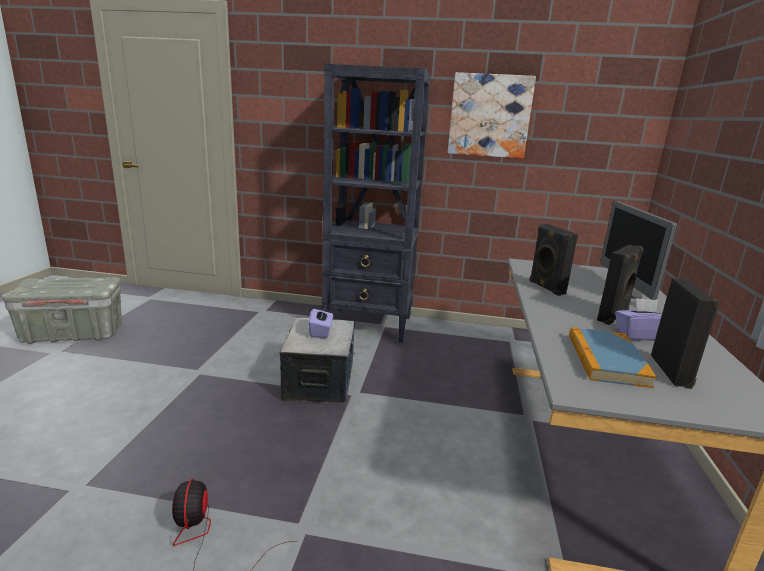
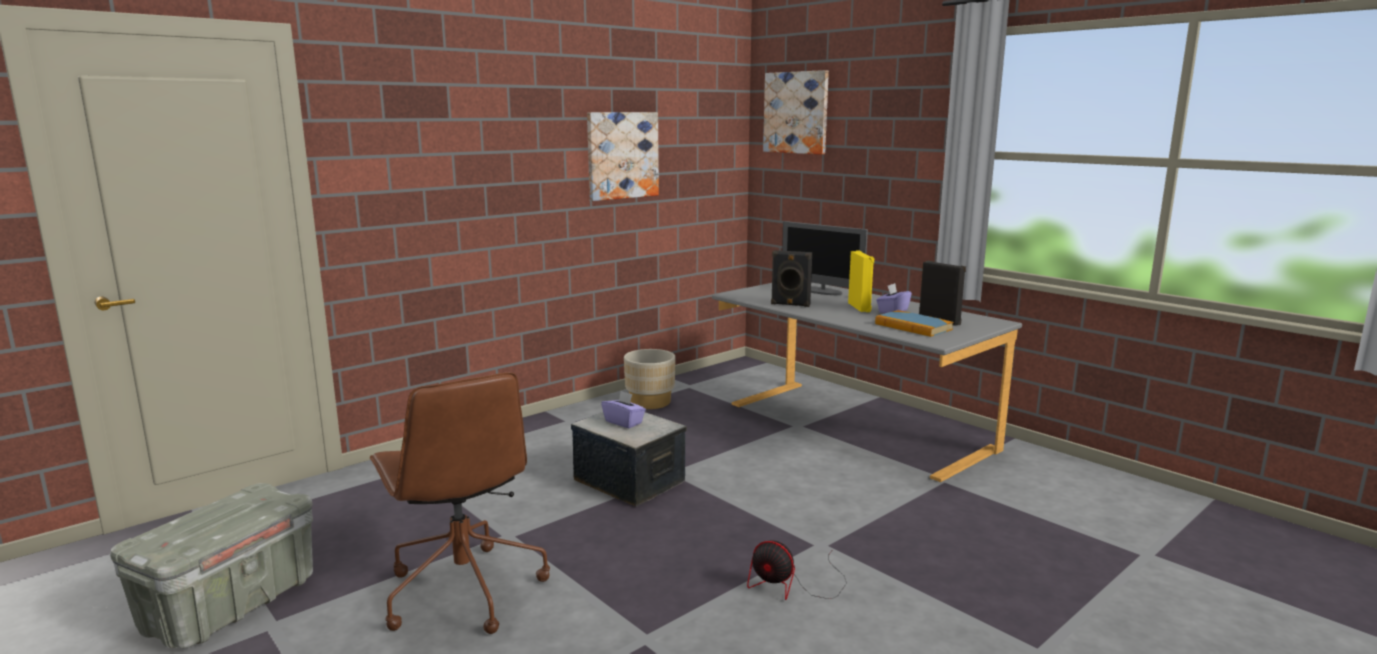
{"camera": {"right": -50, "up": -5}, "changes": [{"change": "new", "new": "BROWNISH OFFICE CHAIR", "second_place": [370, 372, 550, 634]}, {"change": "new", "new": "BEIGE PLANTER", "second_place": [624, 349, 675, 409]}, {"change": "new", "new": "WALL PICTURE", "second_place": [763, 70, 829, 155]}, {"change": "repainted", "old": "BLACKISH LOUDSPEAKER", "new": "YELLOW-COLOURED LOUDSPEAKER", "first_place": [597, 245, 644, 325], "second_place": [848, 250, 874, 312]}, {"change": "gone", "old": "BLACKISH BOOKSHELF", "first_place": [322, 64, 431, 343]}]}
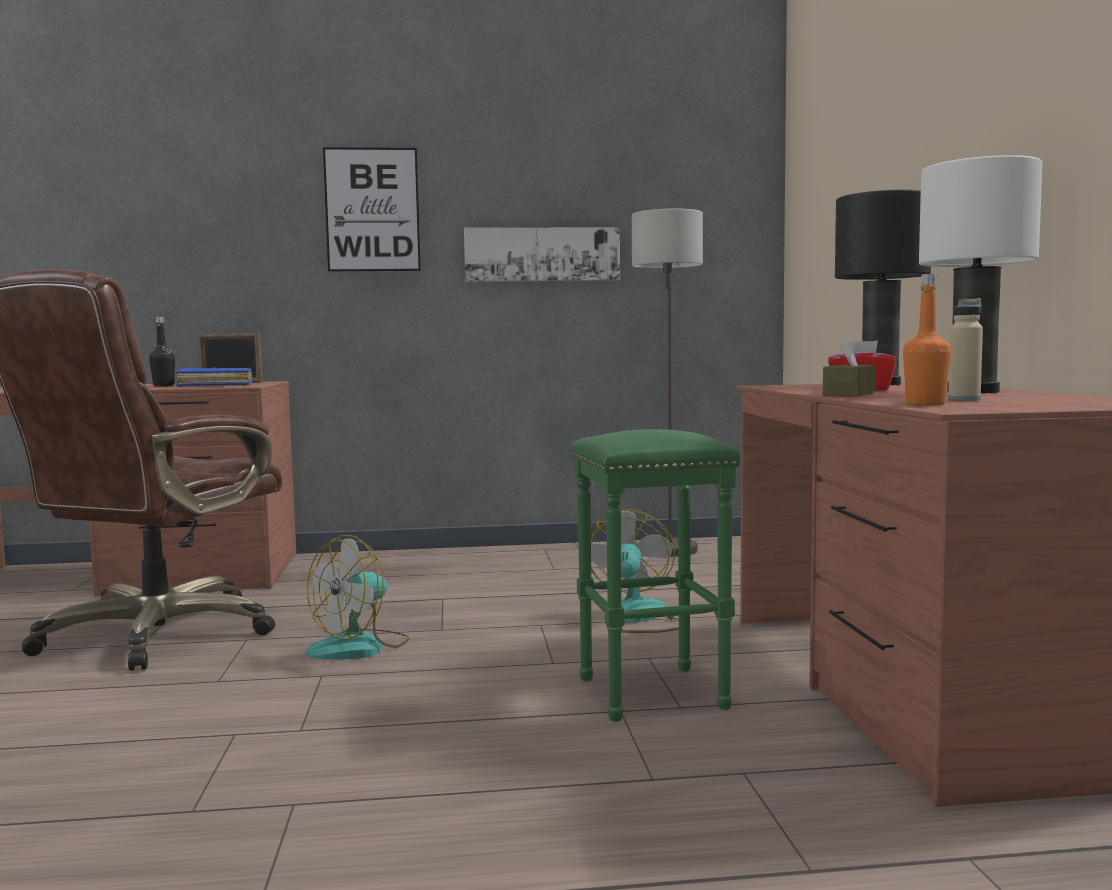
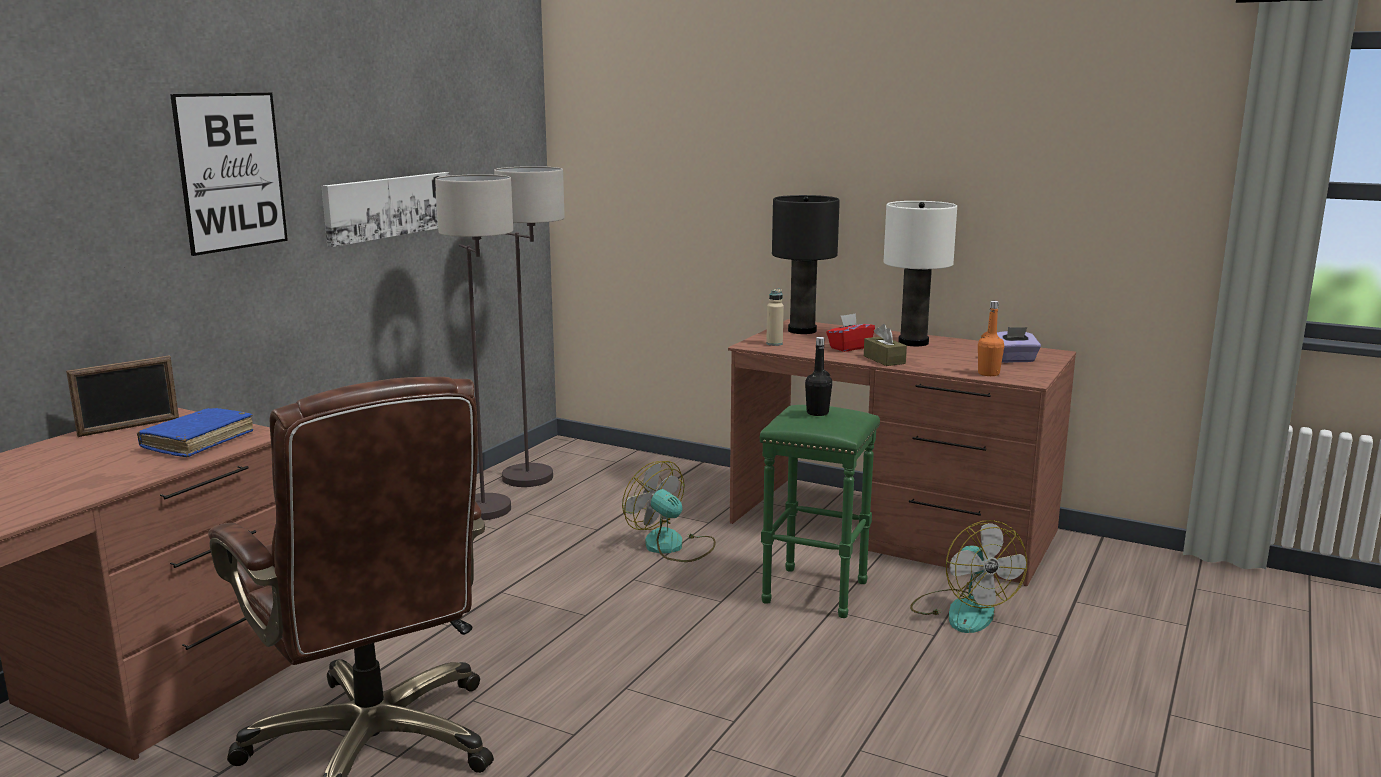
{"camera": {"right": -55, "up": 10}, "changes": [{"change": "new", "new": "GREYISH STANDARD LAMP", "second_place": [435, 174, 513, 520]}, {"change": "shifted", "old": "BEIGE DRINK BOTTLE", "first_place": [948, 298, 983, 401], "second_place": [766, 289, 784, 346]}, {"change": "shifted", "old": "BLACKISH DRINK BOTTLE", "first_place": [149, 317, 175, 387], "second_place": [805, 337, 832, 416]}, {"change": "shifted", "old": "COOLING FAN", "first_place": [306, 535, 410, 659], "second_place": [910, 520, 1027, 633]}, {"change": "new", "new": "PURPLE TISSUE HOLDER", "second_place": [997, 327, 1041, 363]}]}
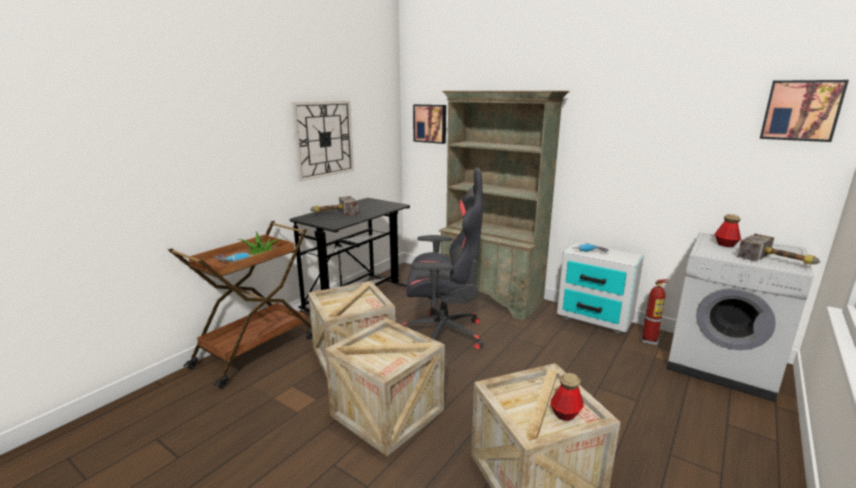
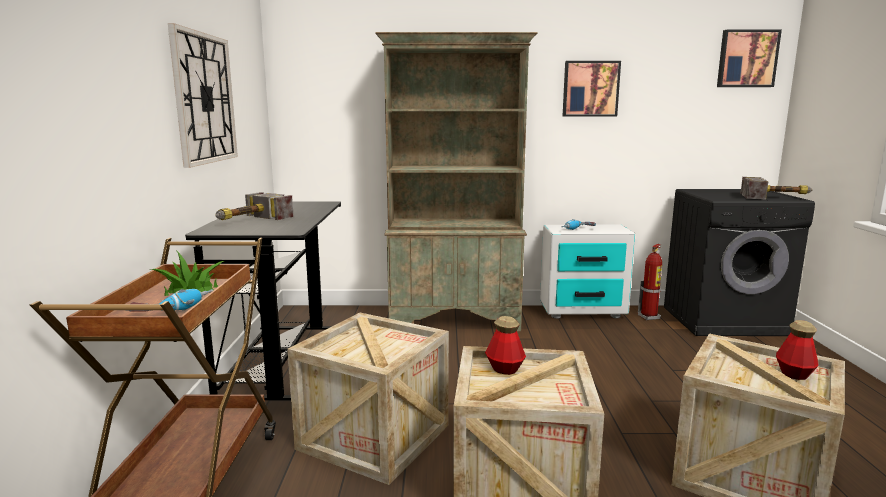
{"camera": {"right": -35, "up": -5}, "changes": [{"change": "shifted", "old": "DRINK BOTTLE", "first_place": [715, 214, 741, 247], "second_place": [485, 316, 526, 375]}, {"change": "shifted", "old": "WALL PICTURE", "first_place": [413, 104, 446, 144], "second_place": [563, 61, 621, 117]}, {"change": "repainted", "old": "WHITE-COLOURED LAUNDRY APPLIANCE", "new": "BLACKISH LAUNDRY APPLIANCE", "first_place": [667, 232, 814, 402], "second_place": [664, 189, 815, 336]}, {"change": "gone", "old": "BLACKISH OFFICE CHAIR", "first_place": [401, 167, 483, 349]}]}
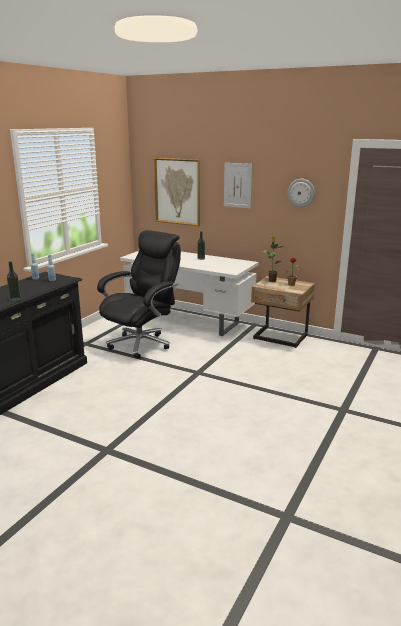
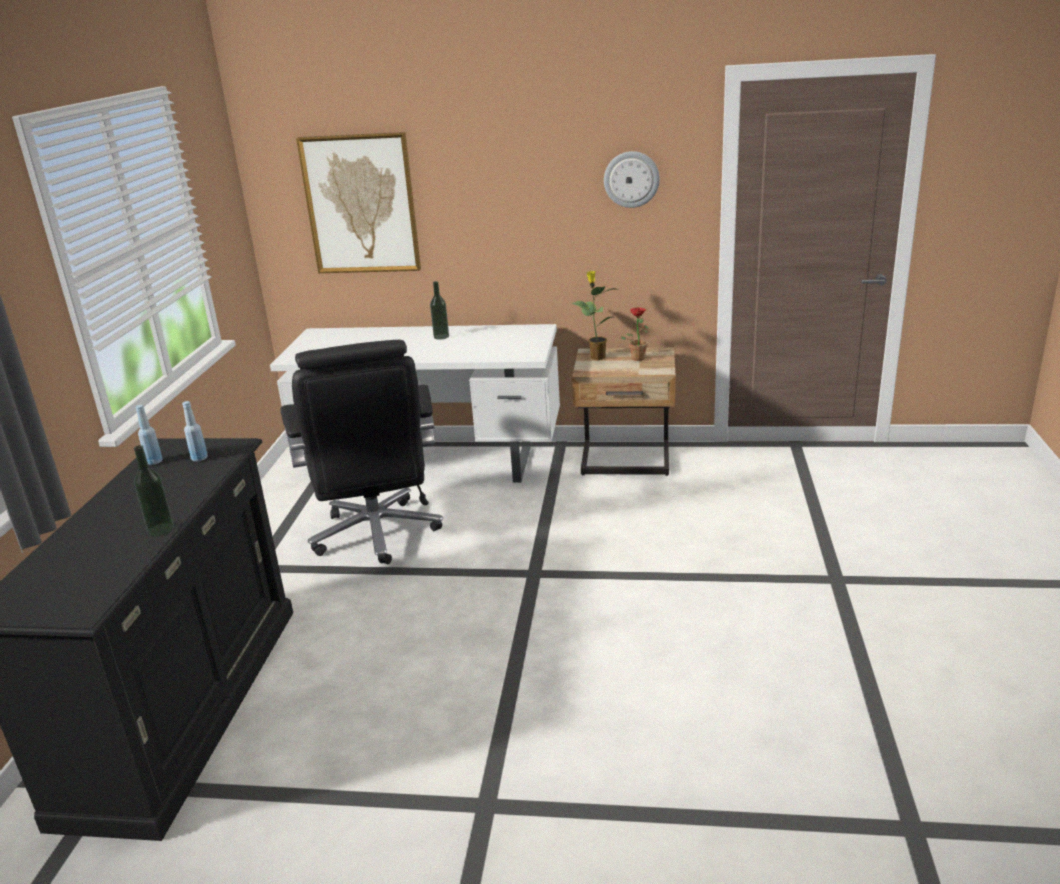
{"camera": {"right": -20, "up": 5}, "changes": [{"change": "rotated", "old": "BLACKISH OFFICE CHAIR", "first_place": [97, 230, 181, 359], "second_place": [280, 340, 443, 564], "degrees": 150}, {"change": "gone", "old": "WALL PICTURE", "first_place": [224, 163, 252, 208]}]}
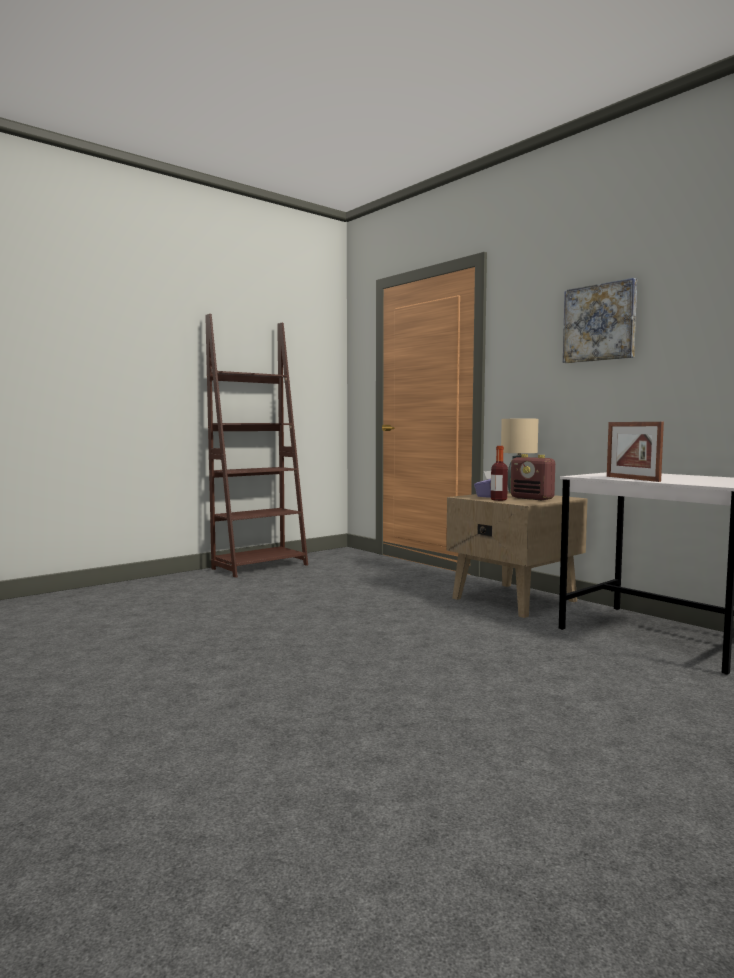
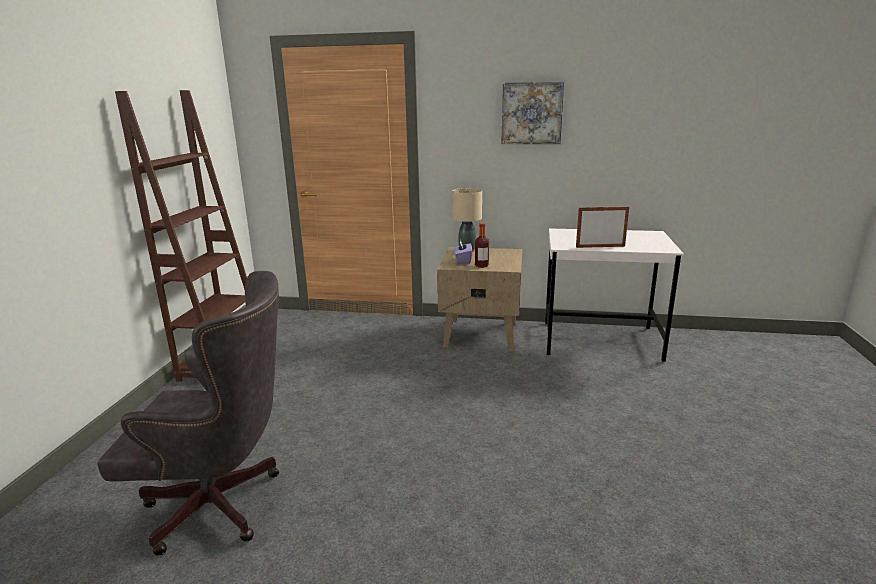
{"camera": {"right": -40, "up": 15}, "changes": [{"change": "new", "new": "GREYISH OFFICE CHAIR", "second_place": [97, 271, 279, 555]}, {"change": "rotated", "old": "STANDING FRAME", "first_place": [607, 422, 664, 482], "second_place": [576, 206, 629, 248], "degrees": 150}, {"change": "gone", "old": "RADIO SET", "first_place": [511, 454, 555, 500]}]}
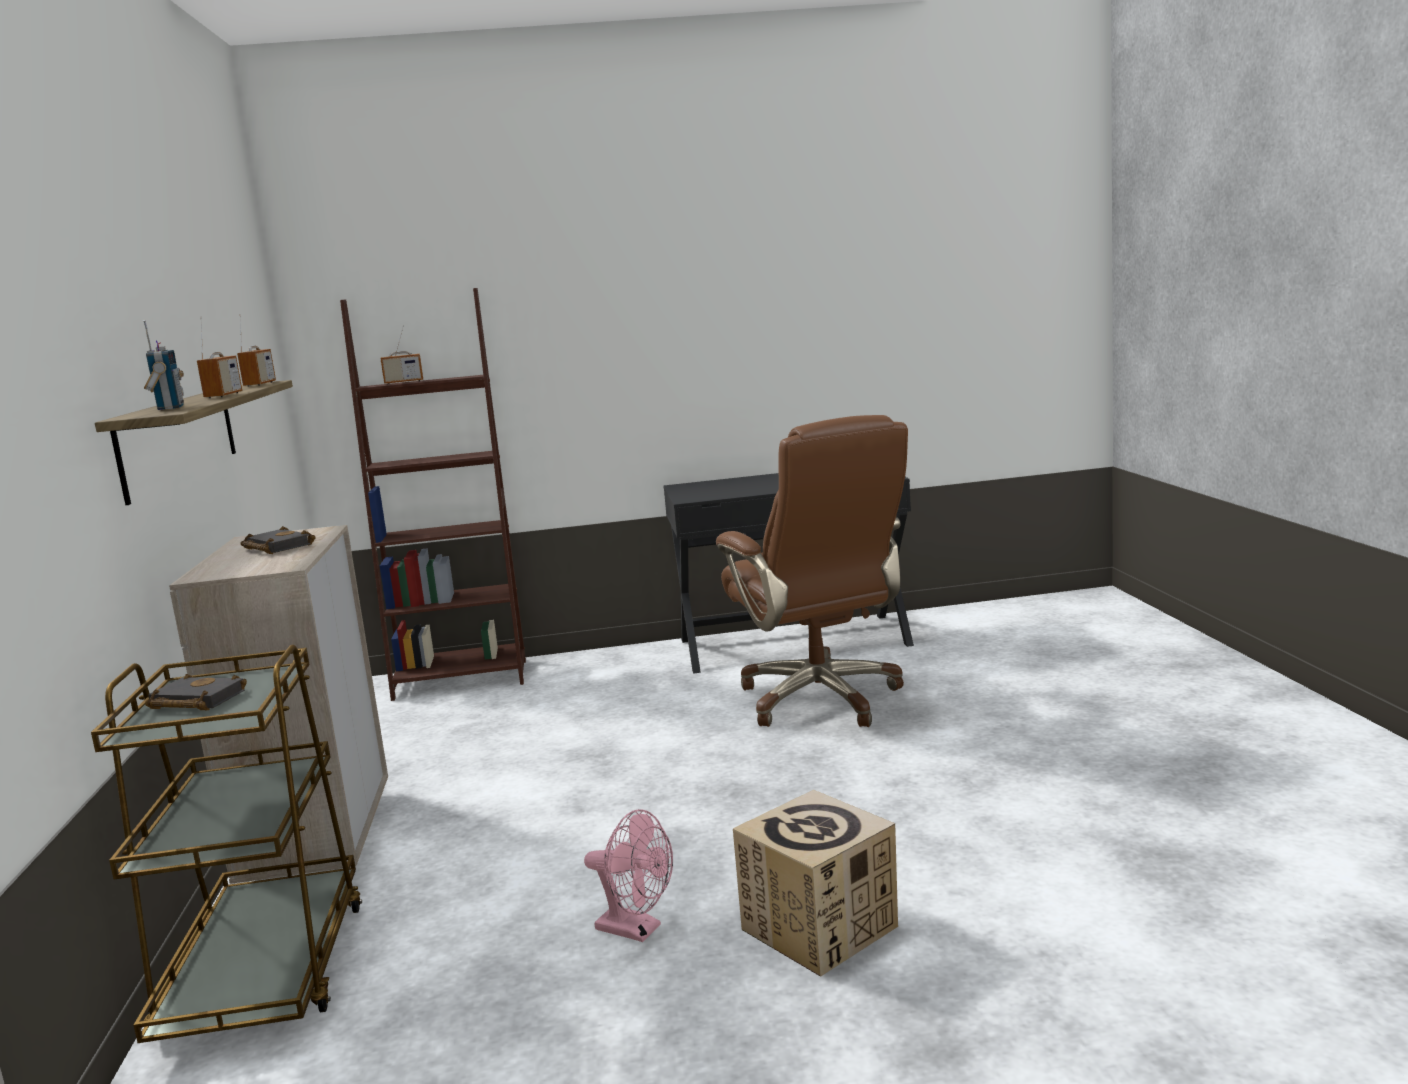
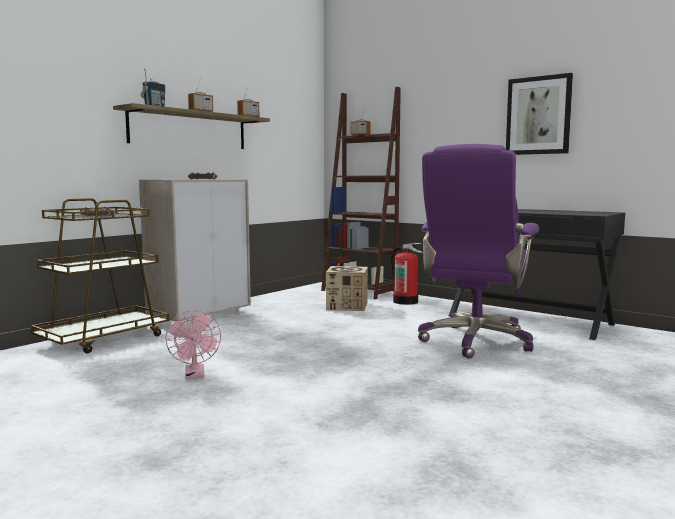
{"camera": {"right": 45, "up": -5}, "changes": [{"change": "shifted", "old": "CARDBOARD BOX", "first_place": [733, 790, 898, 977], "second_place": [326, 266, 368, 311]}, {"change": "new", "new": "FIRE EXTINGUISHER", "second_place": [391, 243, 423, 305]}, {"change": "repainted", "old": "BROWNISH OFFICE CHAIR", "new": "PURPLE OFFICE CHAIR", "first_place": [716, 415, 908, 727], "second_place": [418, 144, 539, 359]}, {"change": "new", "new": "WALL PICTURE", "second_place": [506, 73, 573, 155]}]}
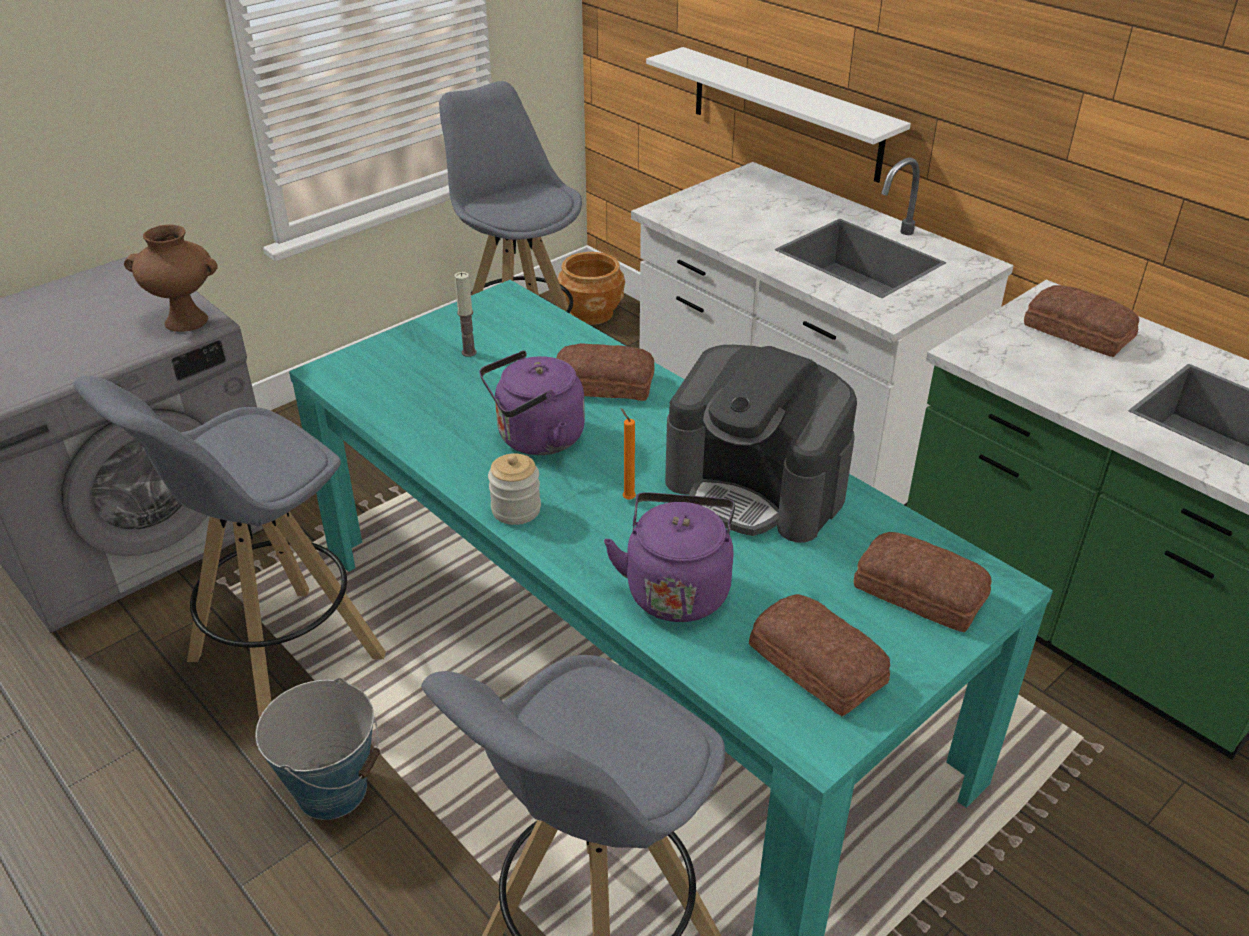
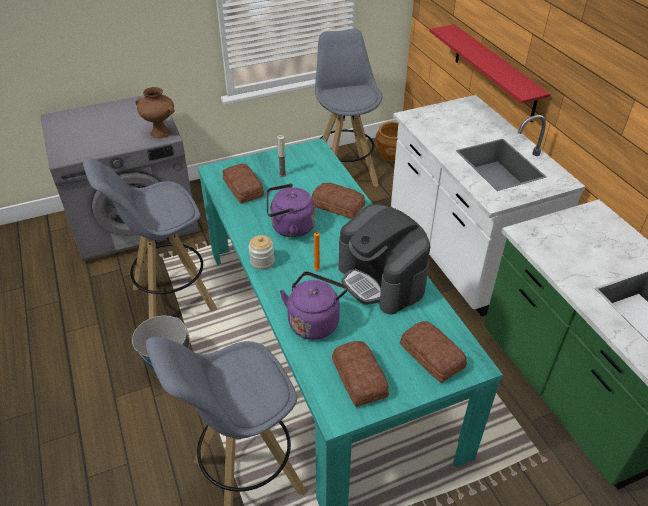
{"camera": {"right": 20, "up": 5}, "changes": [{"change": "shifted", "old": "BAKED BREAD", "first_place": [1024, 285, 1139, 357], "second_place": [222, 164, 264, 204]}, {"change": "repainted", "old": "WHITE-COLOURED BRACKET SHELF", "new": "RED-COLOURED BRACKET SHELF", "first_place": [646, 47, 911, 183], "second_place": [430, 24, 550, 122]}]}
